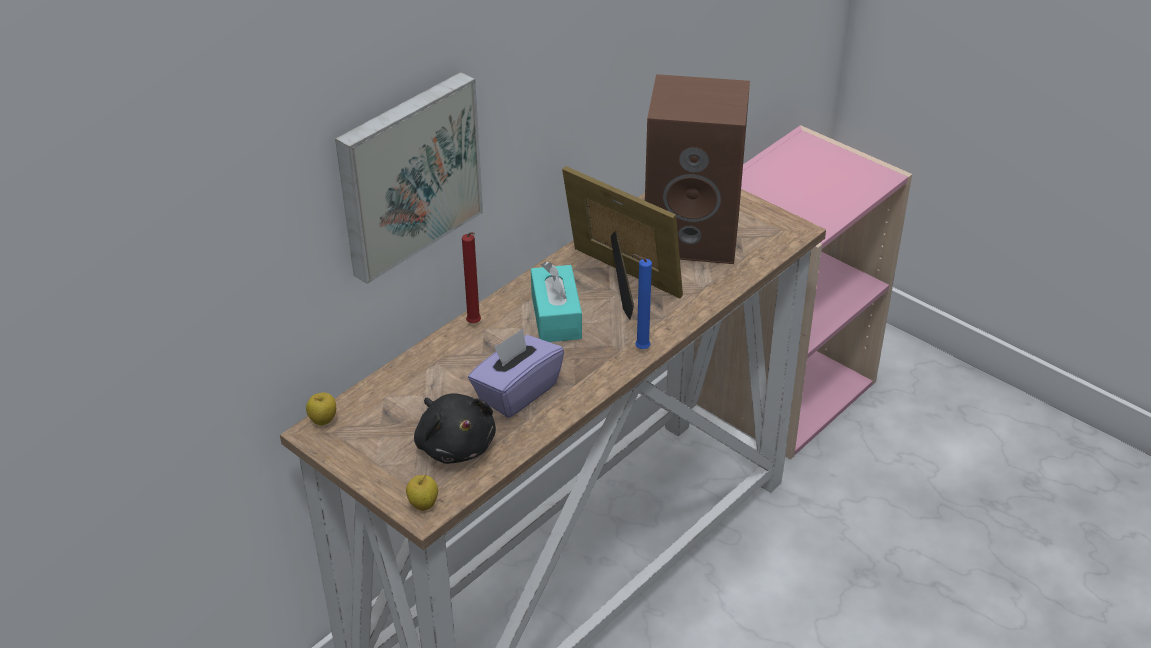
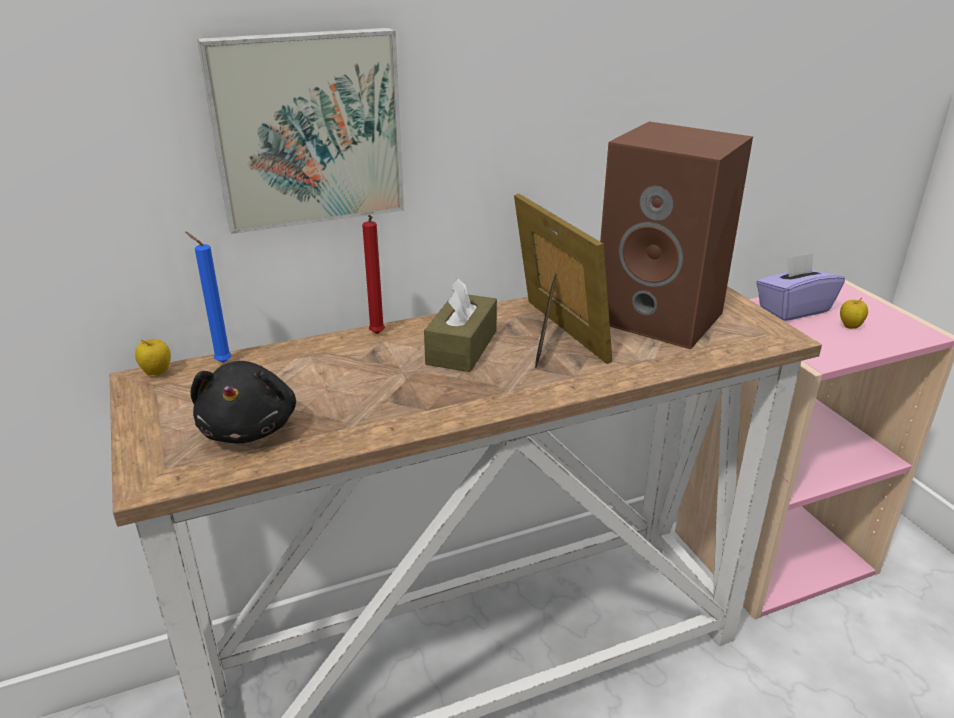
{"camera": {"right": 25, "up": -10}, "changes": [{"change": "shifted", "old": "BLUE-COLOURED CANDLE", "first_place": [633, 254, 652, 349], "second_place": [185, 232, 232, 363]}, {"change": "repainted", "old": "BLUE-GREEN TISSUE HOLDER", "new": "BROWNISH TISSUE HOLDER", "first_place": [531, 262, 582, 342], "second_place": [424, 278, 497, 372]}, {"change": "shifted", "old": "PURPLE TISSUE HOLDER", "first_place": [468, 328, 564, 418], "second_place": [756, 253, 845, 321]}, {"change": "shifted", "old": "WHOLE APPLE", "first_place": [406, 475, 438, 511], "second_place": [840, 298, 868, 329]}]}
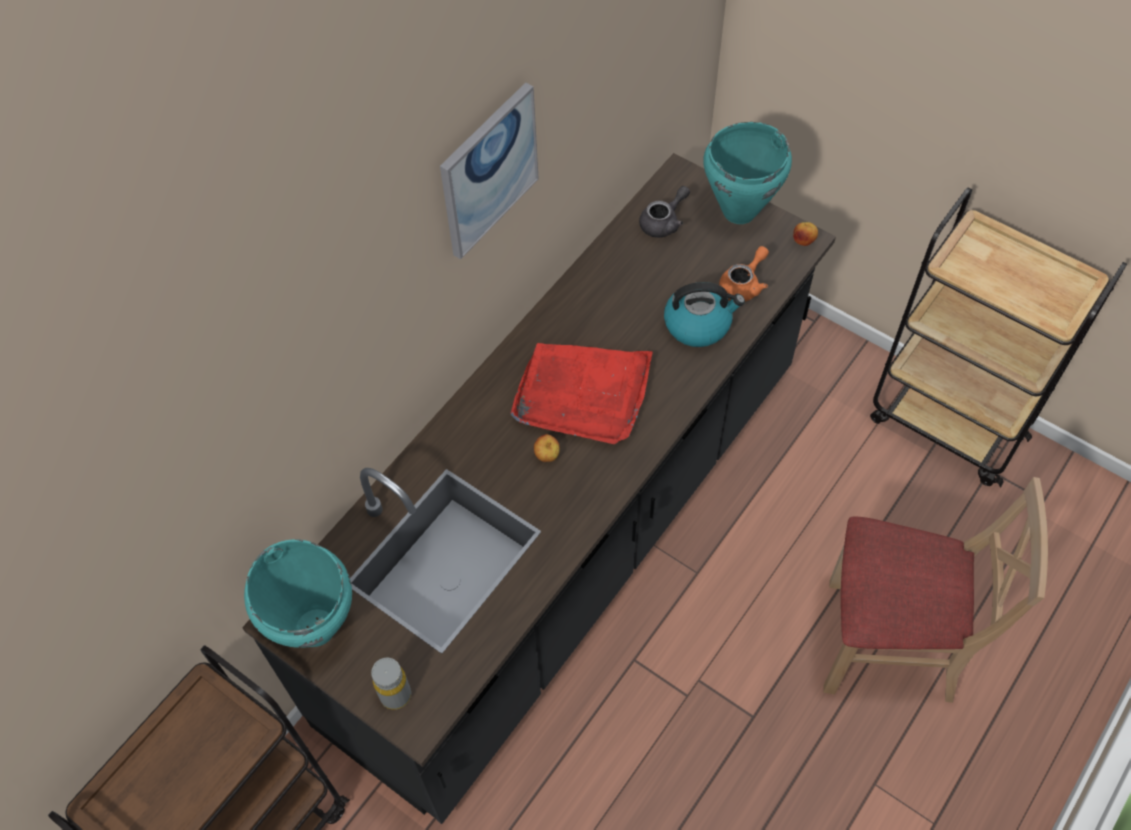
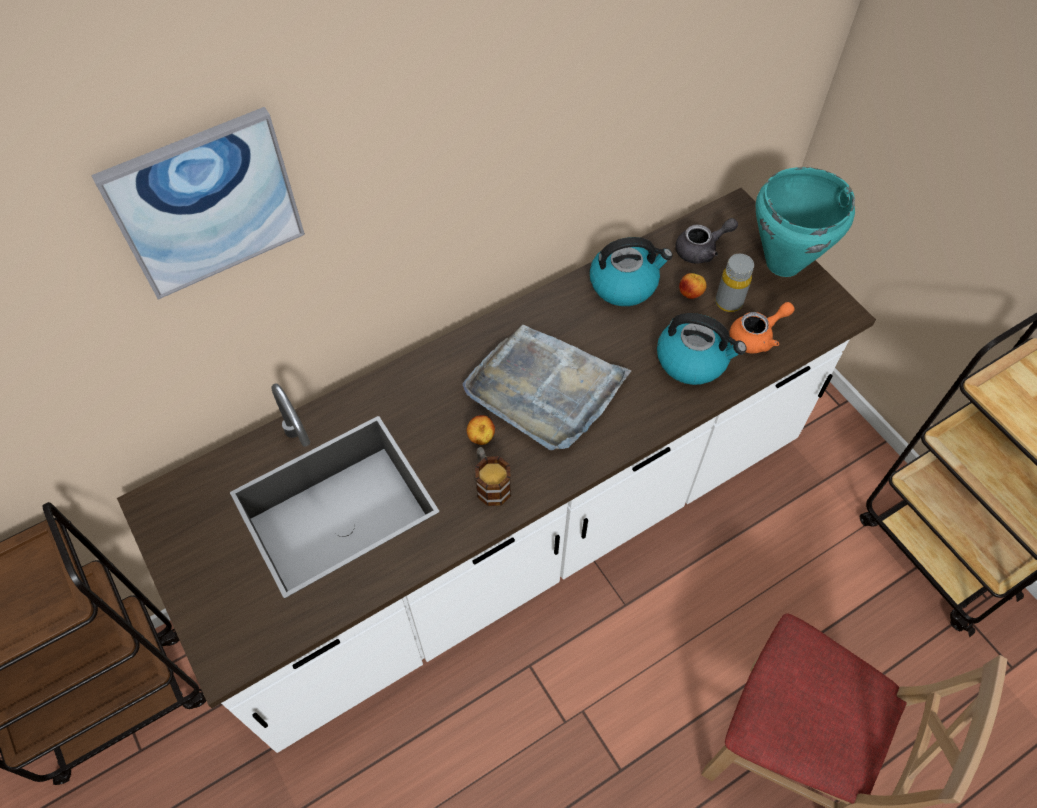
{"camera": {"right": 20, "up": 0}, "changes": [{"change": "shifted", "old": "WALL PICTURE", "first_place": [440, 82, 539, 259], "second_place": [91, 107, 305, 300]}, {"change": "repainted", "old": "BLACKISH KITCHEN COUNTER", "new": "WHITE-COLOURED KITCHEN COUNTER", "first_place": [242, 153, 836, 824], "second_place": [117, 188, 876, 753]}, {"change": "repainted", "old": "RED-COLOURED CARRYING TRAY", "new": "GREYISH CARRYING TRAY", "first_place": [511, 343, 653, 444], "second_place": [463, 325, 631, 450]}, {"change": "new", "new": "TEA MUG", "second_place": [475, 447, 511, 506]}, {"change": "new", "new": "KETTLE", "second_place": [590, 237, 673, 306]}, {"change": "shifted", "old": "WHOLE APPLE", "first_place": [793, 222, 818, 246], "second_place": [679, 273, 707, 299]}, {"change": "shifted", "old": "GREYISH DRINK BOTTLE", "first_place": [371, 658, 411, 710], "second_place": [715, 254, 754, 312]}, {"change": "gone", "old": "BLUE-GREEN SAUCEPOT", "first_place": [244, 539, 352, 648]}]}
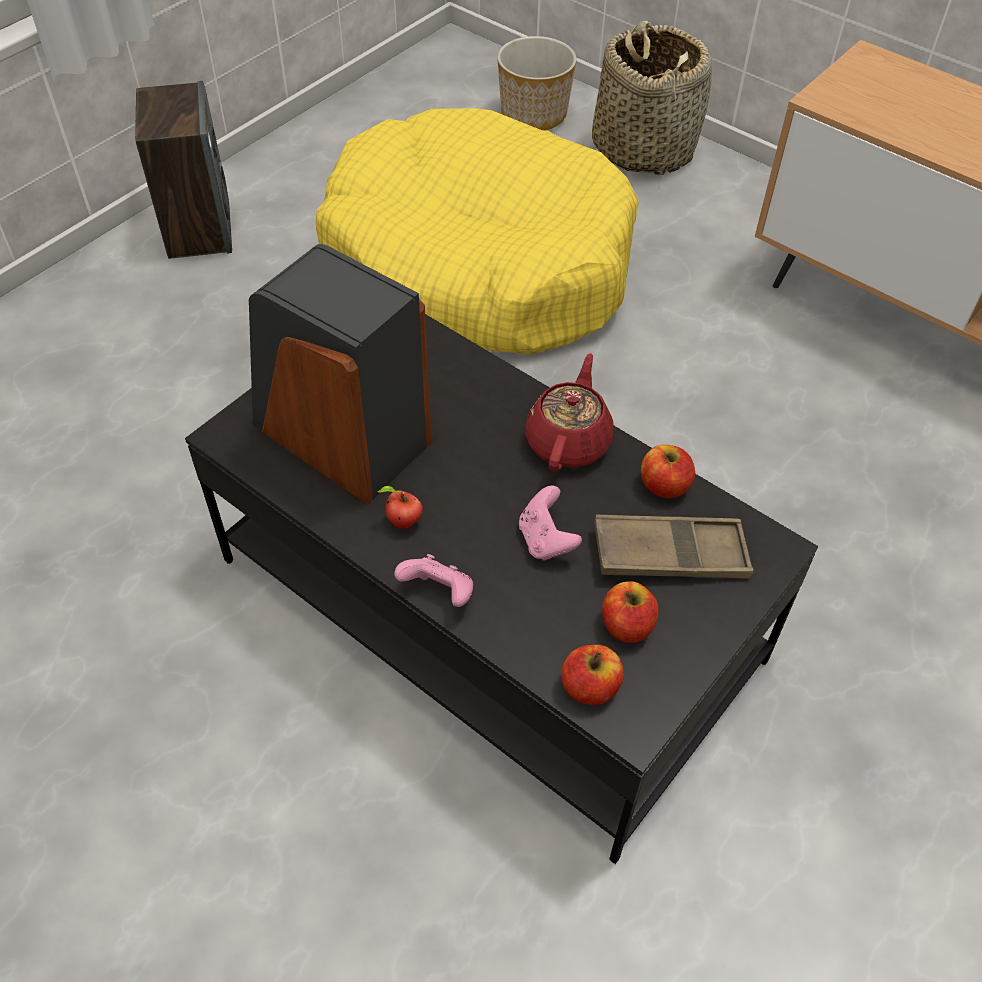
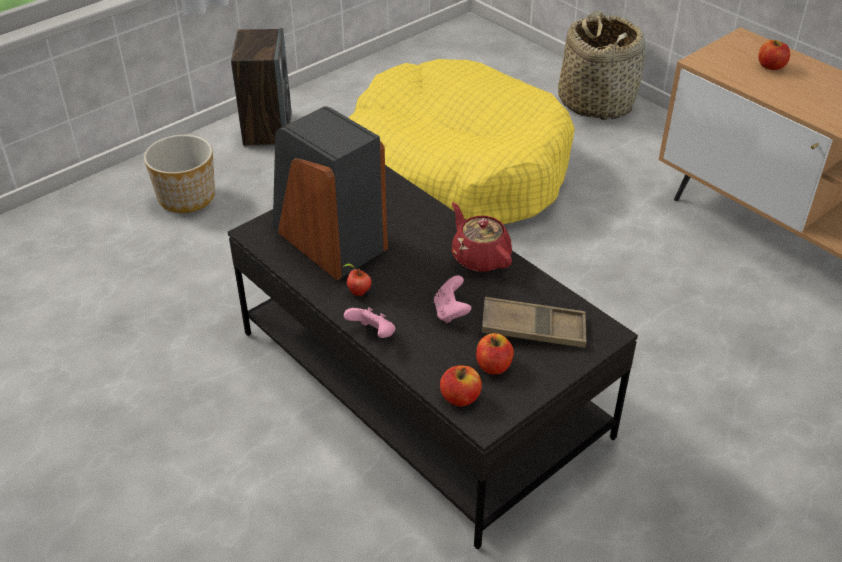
{"camera": {"right": 10, "up": -10}, "changes": [{"change": "shifted", "old": "PLANTER", "first_place": [497, 36, 577, 130], "second_place": [144, 135, 215, 213]}, {"change": "rotated", "old": "RED-COLOURED TEAPOT", "first_place": [525, 353, 614, 472], "second_place": [452, 203, 512, 272], "degrees": -60}, {"change": "shifted", "old": "WHOLE APPLE", "first_place": [641, 445, 695, 498], "second_place": [758, 40, 790, 70]}]}
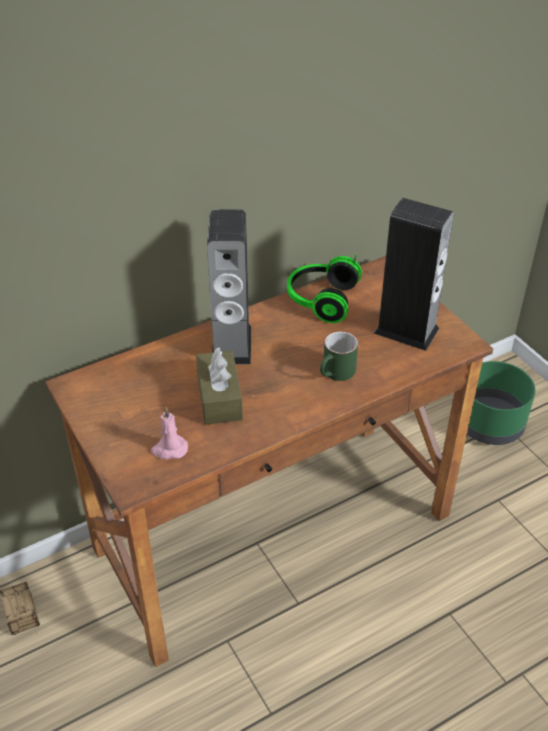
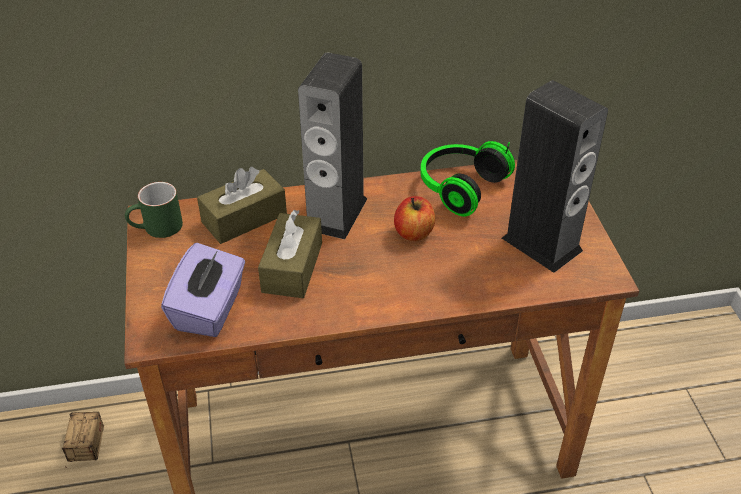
{"camera": {"right": 20, "up": 0}, "changes": [{"change": "shifted", "old": "GREEN-COLOURED TEA MUG", "first_place": [320, 331, 358, 381], "second_place": [125, 182, 183, 238]}, {"change": "swapped", "old": "PINK CANDLE", "new": "PURPLE TISSUE HOLDER", "first_place": [151, 407, 188, 459], "second_place": [161, 243, 245, 337]}, {"change": "new", "new": "BROWNISH TISSUE HOLDER", "second_place": [197, 167, 287, 244]}, {"change": "new", "new": "WHOLE APPLE", "second_place": [394, 196, 435, 241]}, {"change": "gone", "old": "GREEN-COLOURED PLANTER", "first_place": [467, 361, 535, 445]}]}
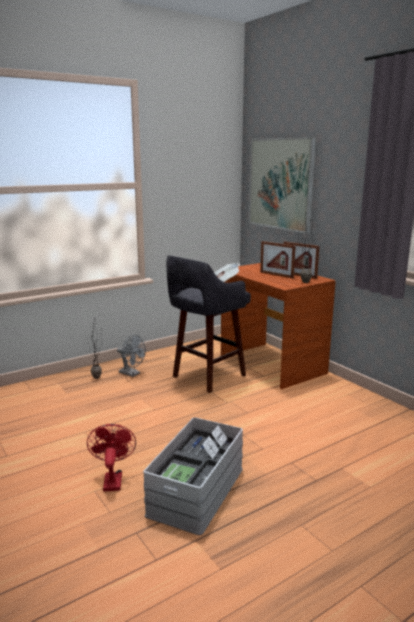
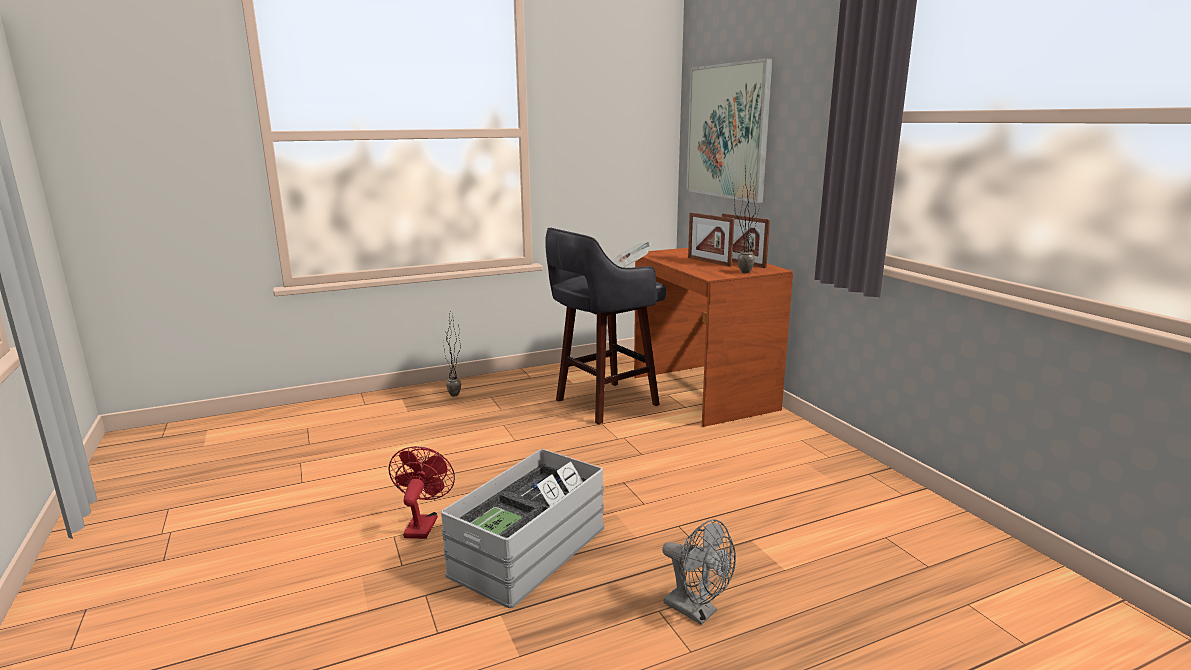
{"camera": {"right": 10, "up": 0}, "changes": [{"change": "shifted", "old": "GREYISH COOLING FAN", "first_place": [117, 335, 146, 377], "second_place": [662, 519, 736, 625]}]}
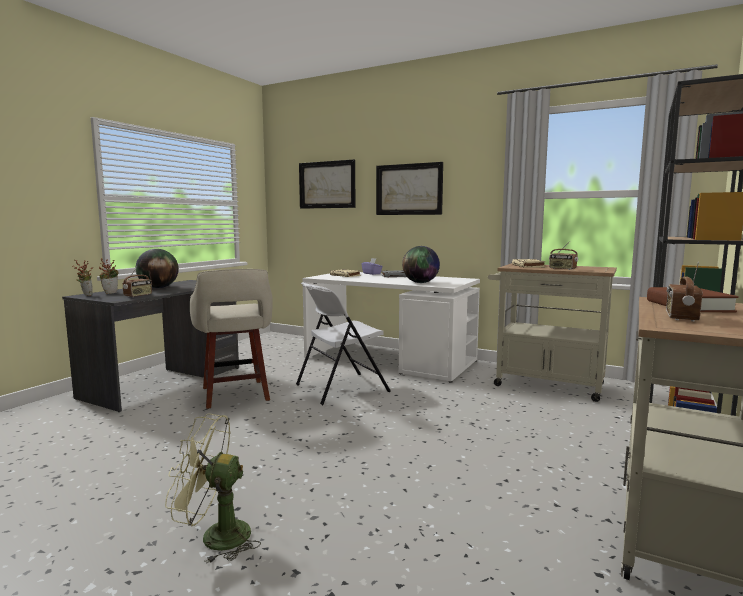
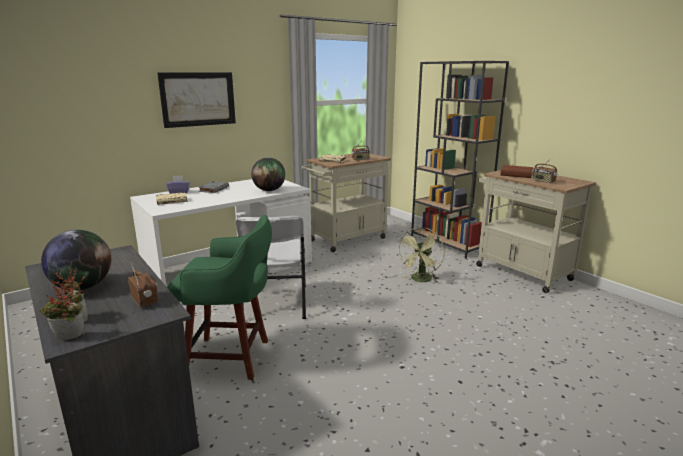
{"camera": {"right": -65, "up": 10}, "changes": [{"change": "repainted", "old": "BEIGE STOOL SEAT", "new": "GREEN-COLOURED STOOL SEAT", "first_place": [190, 269, 273, 409], "second_place": [167, 215, 272, 380]}, {"change": "shifted", "old": "GREEN-COLOURED COOLING FAN", "first_place": [165, 413, 261, 564], "second_place": [397, 227, 445, 283]}, {"change": "gone", "old": "WALL PICTURE", "first_place": [299, 159, 355, 209]}]}
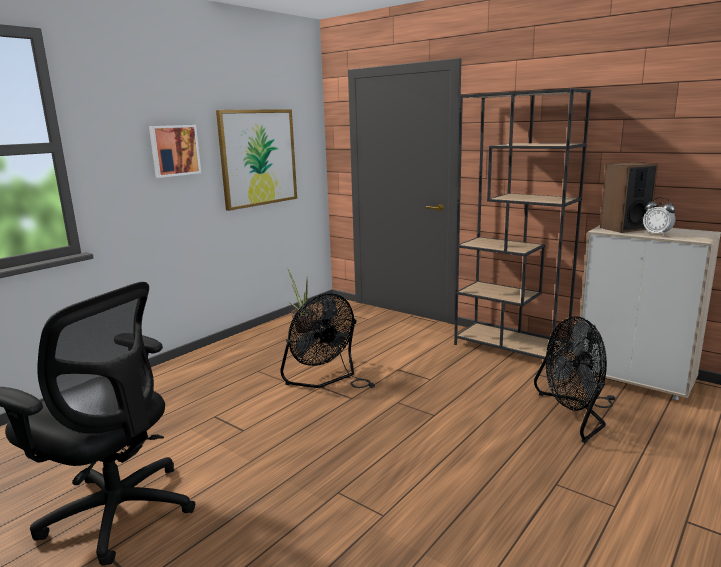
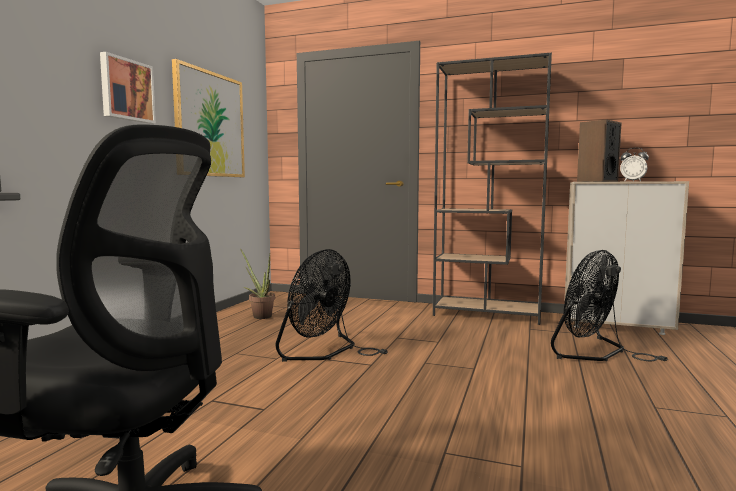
{"camera": {"right": -20, "up": -10}, "changes": [{"change": "rotated", "old": "BLACKISH COOLING FAN", "first_place": [534, 316, 616, 443], "second_place": [551, 250, 669, 362], "degrees": 75}]}
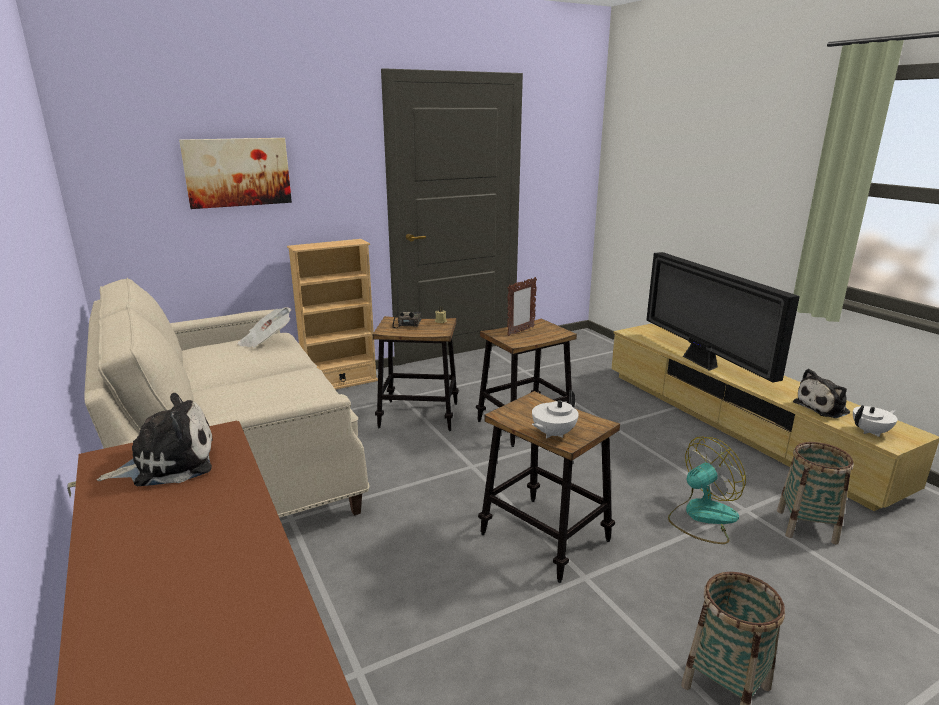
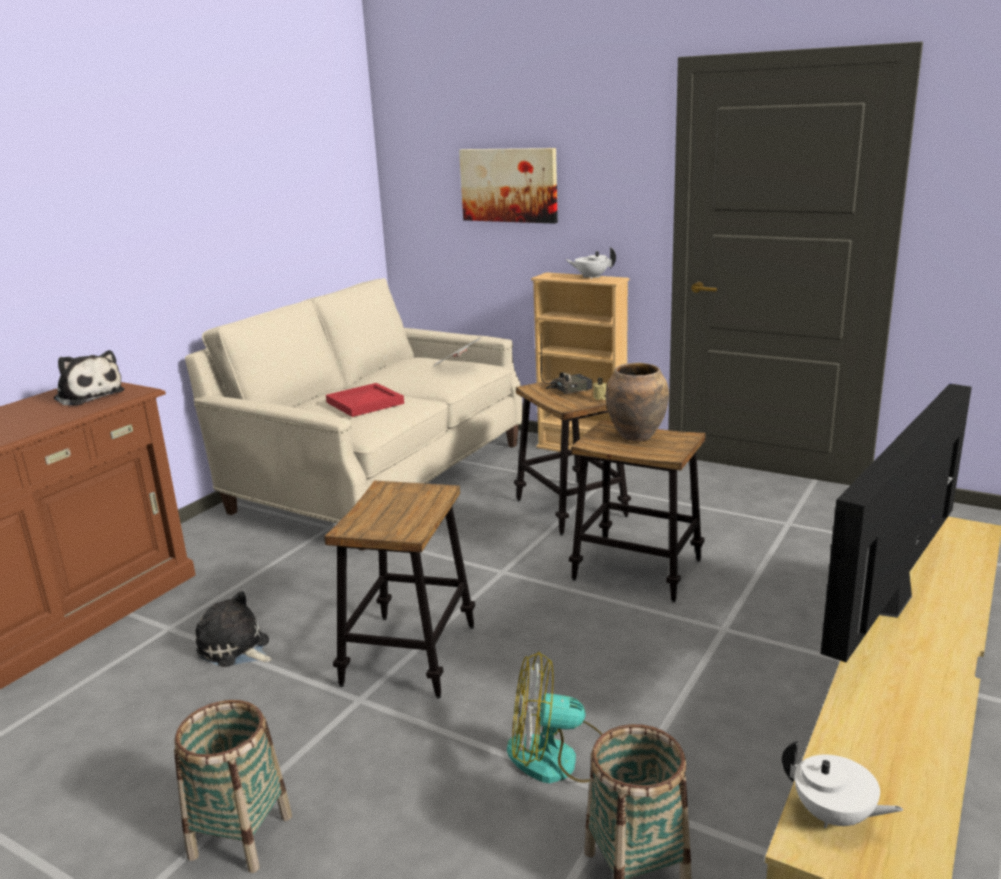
{"camera": {"right": 60, "up": 0}, "changes": [{"change": "shifted", "old": "SOFT TOY", "first_place": [793, 369, 850, 418], "second_place": [195, 591, 272, 667]}, {"change": "new", "new": "RED-COLOURED CARRYING TRAY", "second_place": [326, 383, 404, 417]}, {"change": "rotated", "old": "COOLING FAN", "first_place": [668, 437, 746, 544], "second_place": [507, 652, 602, 783], "degrees": 150}, {"change": "shifted", "old": "WHITE-COLOURED TEAPOT", "first_place": [532, 390, 579, 438], "second_place": [565, 247, 616, 279]}, {"change": "swapped", "old": "STANDING FRAME", "new": "BROWNISH DECORATIVE VASE", "first_place": [507, 277, 537, 336], "second_place": [606, 363, 669, 441]}]}
